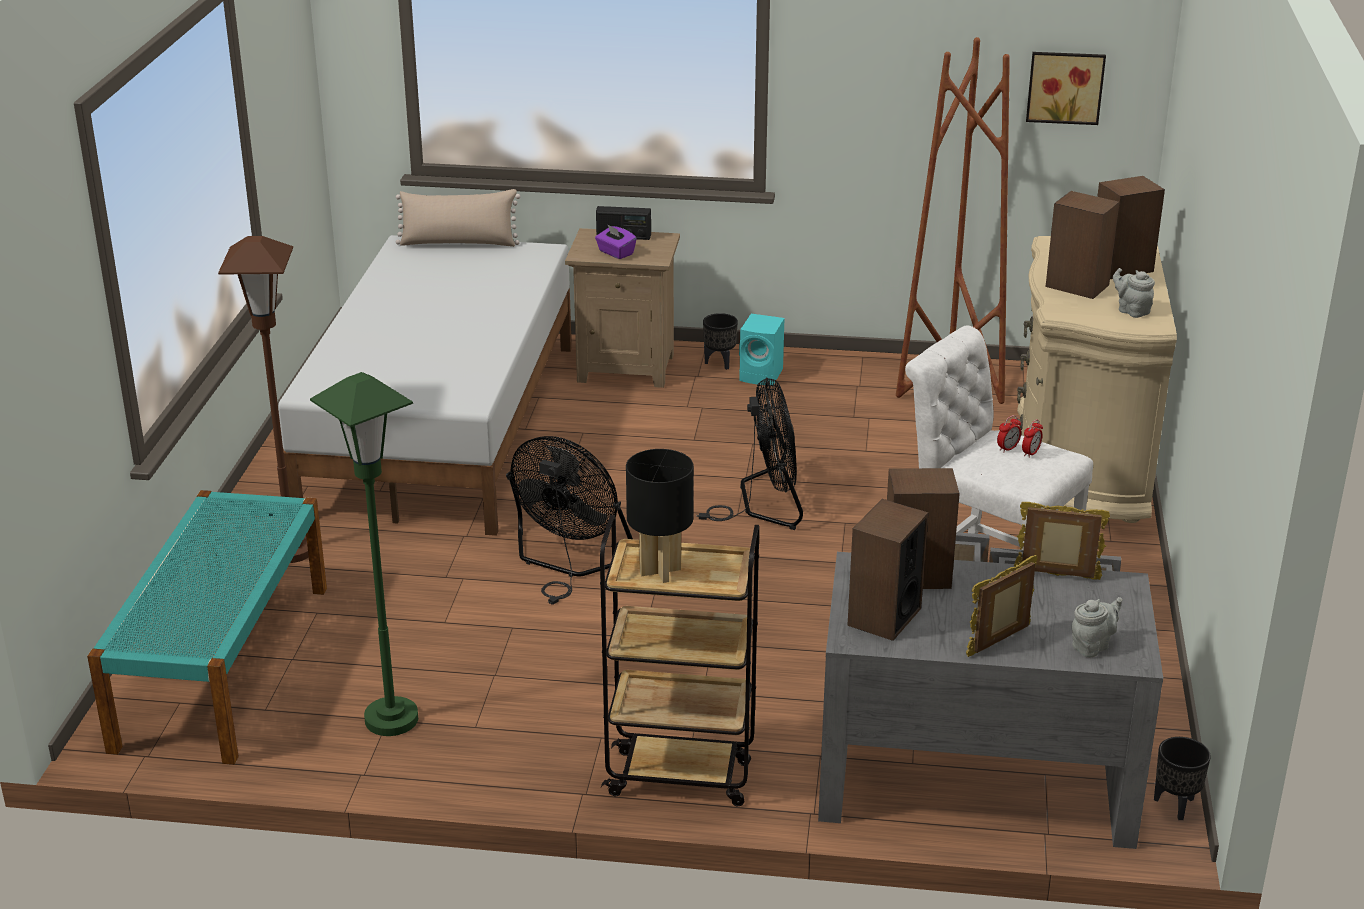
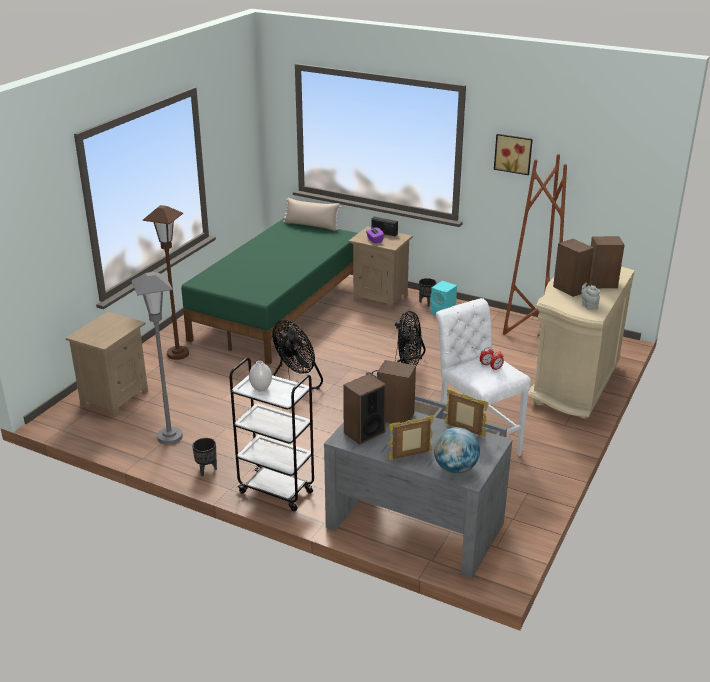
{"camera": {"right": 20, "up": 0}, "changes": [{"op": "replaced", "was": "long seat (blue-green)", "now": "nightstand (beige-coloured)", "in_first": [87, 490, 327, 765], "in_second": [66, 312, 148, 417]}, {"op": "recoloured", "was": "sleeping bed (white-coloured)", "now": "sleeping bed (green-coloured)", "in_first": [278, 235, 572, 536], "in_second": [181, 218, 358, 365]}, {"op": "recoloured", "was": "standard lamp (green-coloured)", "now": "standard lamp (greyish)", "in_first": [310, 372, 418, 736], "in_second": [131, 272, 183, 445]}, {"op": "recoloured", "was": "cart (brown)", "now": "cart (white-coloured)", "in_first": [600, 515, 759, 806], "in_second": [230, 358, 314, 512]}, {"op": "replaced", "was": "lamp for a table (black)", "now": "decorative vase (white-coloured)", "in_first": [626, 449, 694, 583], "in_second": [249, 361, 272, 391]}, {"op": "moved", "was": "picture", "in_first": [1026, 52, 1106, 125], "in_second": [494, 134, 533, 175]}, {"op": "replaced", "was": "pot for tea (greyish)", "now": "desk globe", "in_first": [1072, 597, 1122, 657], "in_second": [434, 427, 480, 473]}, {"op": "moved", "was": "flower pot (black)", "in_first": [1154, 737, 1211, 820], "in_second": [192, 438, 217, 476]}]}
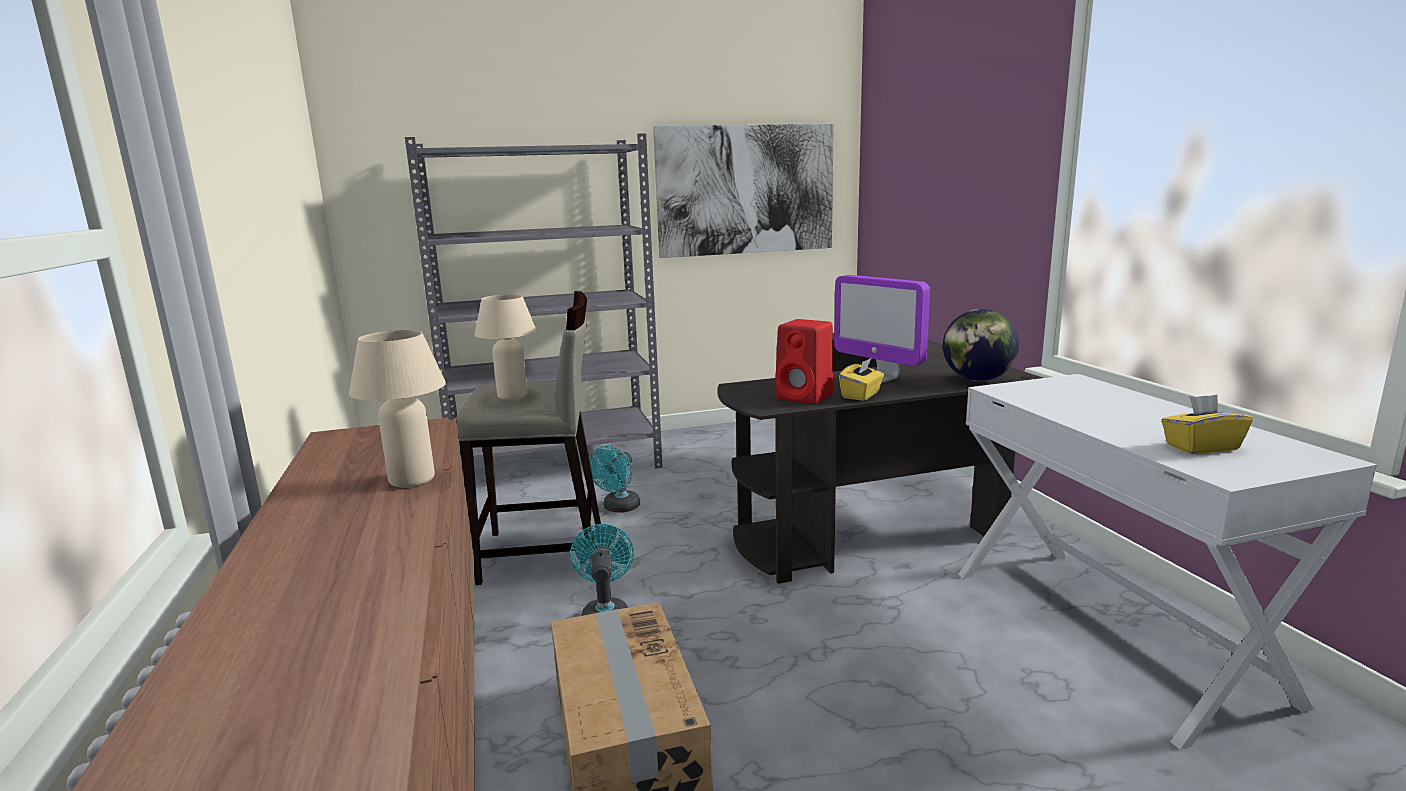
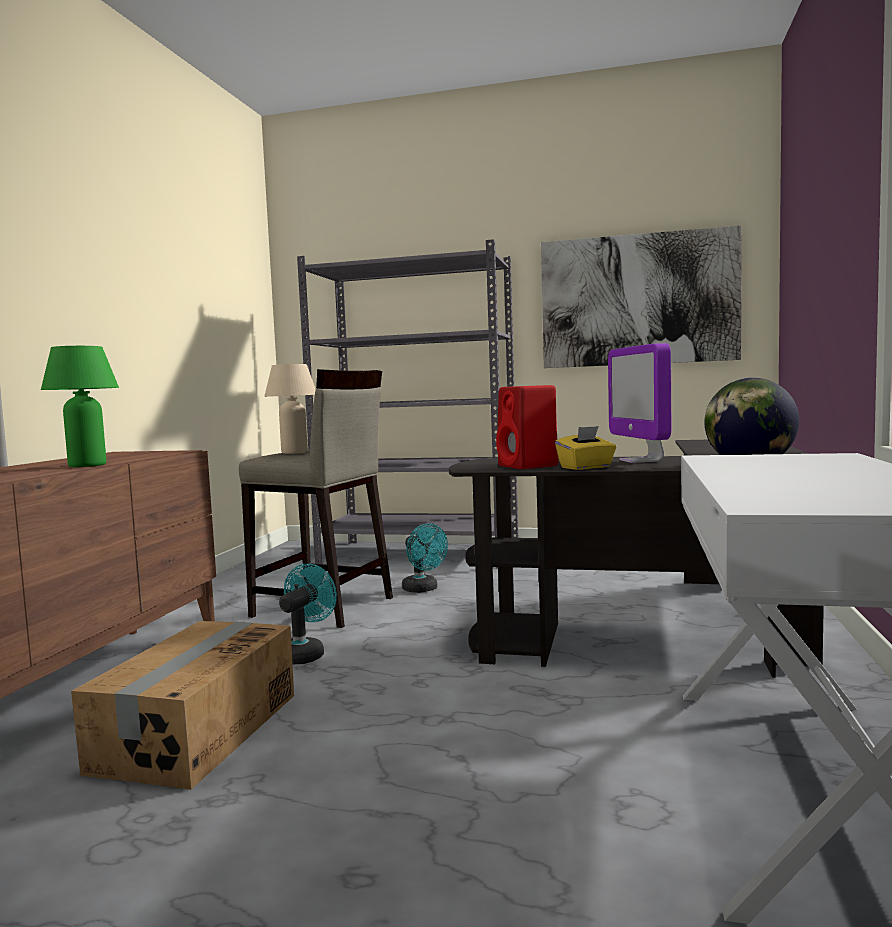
{"camera": {"right": 30, "up": -10}, "changes": [{"op": "recoloured", "was": "lamp for a table (beige-coloured)", "now": "lamp for a table (green-coloured)", "in_first": [349, 330, 446, 488], "in_second": [41, 346, 119, 467]}, {"op": "turned", "was": "fan (blue-green)", "in_first": [589, 446, 640, 513], "in_second": [402, 523, 448, 593], "clockwise": -90}, {"op": "removed", "was": "tissue box (yellow-coloured)", "in_first": [1161, 394, 1253, 454]}]}
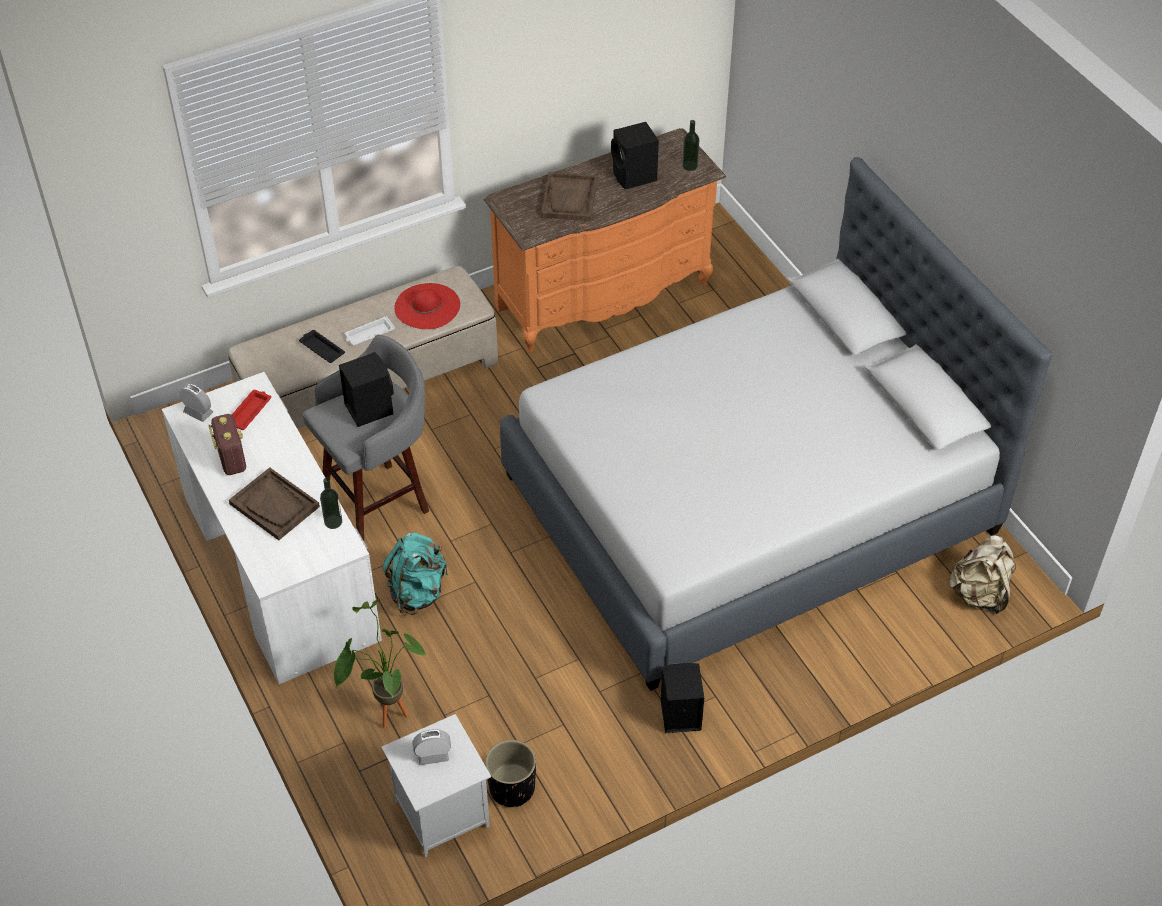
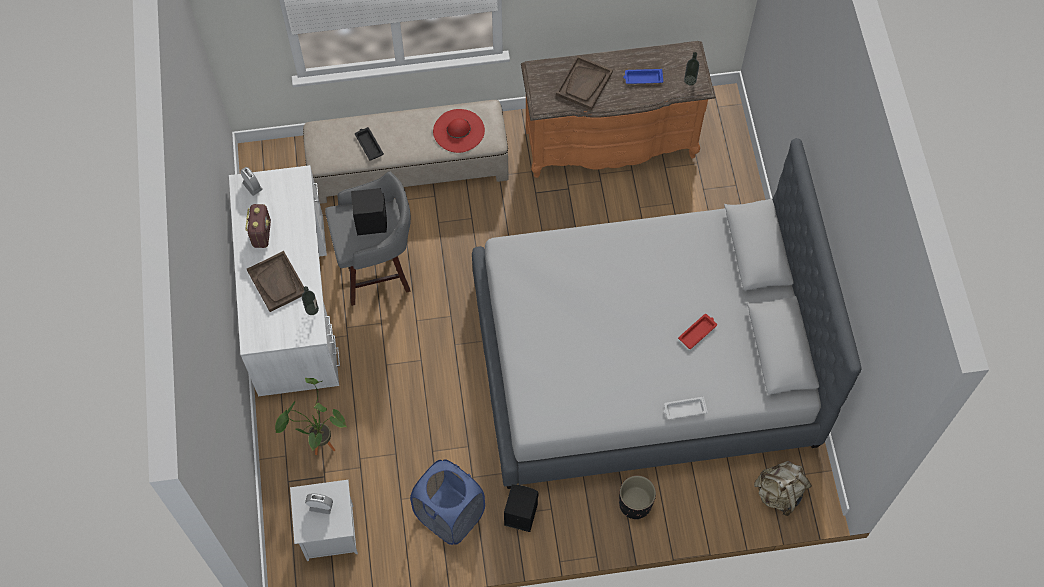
{"camera": {"right": 20, "up": 15}, "changes": [{"op": "moved", "was": "serving tray (red)", "in_first": [232, 390, 271, 430], "in_second": [678, 314, 717, 349]}, {"op": "moved", "was": "serving tray (white-coloured)", "in_first": [345, 316, 395, 345], "in_second": [664, 397, 708, 419]}, {"op": "removed", "was": "backpack (blue-green)", "in_first": [383, 533, 448, 615]}, {"op": "moved", "was": "flower pot (black)", "in_first": [485, 740, 536, 807], "in_second": [619, 475, 656, 520]}, {"op": "replaced", "was": "loudspeaker (black)", "now": "serving tray (blue-coloured)", "in_first": [611, 122, 659, 190], "in_second": [623, 69, 663, 84]}, {"op": "added", "now": "washing basket (blue-coloured)", "in_second": [410, 459, 485, 545]}]}
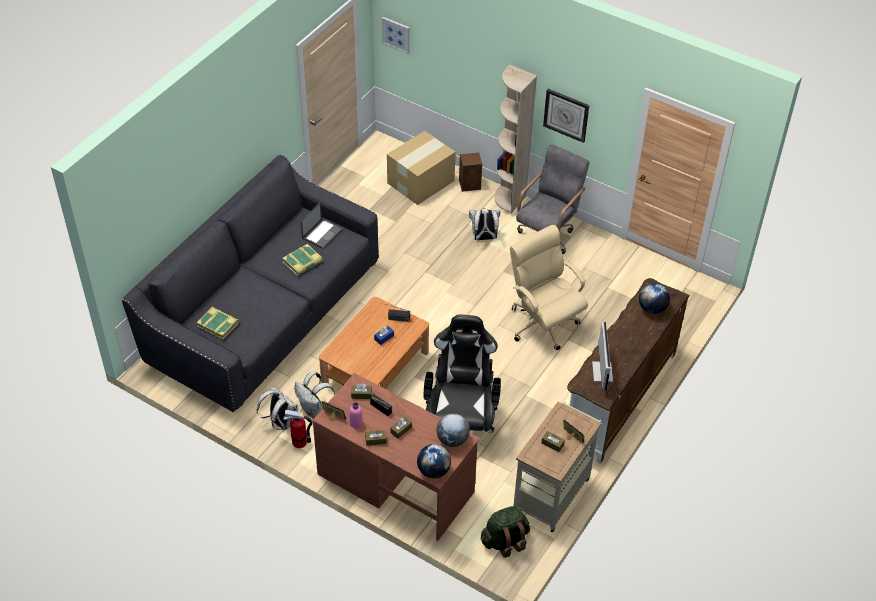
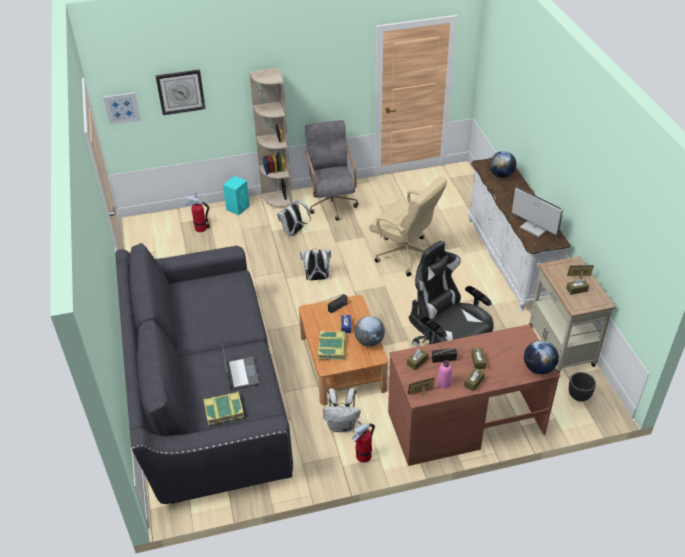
{"camera": {"right": -45, "up": -5}, "changes": [{"op": "moved", "was": "backpack (white-coloured)", "in_first": [257, 386, 298, 430], "in_second": [300, 248, 331, 281]}, {"op": "moved", "was": "volume", "in_first": [283, 244, 323, 276], "in_second": [318, 331, 347, 360]}, {"op": "moved", "was": "laptop", "in_first": [301, 202, 342, 249], "in_second": [222, 344, 260, 390]}, {"op": "replaced", "was": "packing box", "now": "extinguisher", "in_first": [387, 131, 455, 205], "in_second": [186, 193, 210, 232]}, {"op": "moved", "was": "desk globe", "in_first": [436, 413, 470, 447], "in_second": [354, 316, 385, 347]}, {"op": "recoloured", "was": "loudspeaker (brown)", "now": "loudspeaker (blue-green)", "in_first": [459, 153, 482, 192], "in_second": [223, 176, 250, 215]}, {"op": "replaced", "was": "backpack (green-coloured)", "now": "flower pot (black)", "in_first": [481, 506, 530, 558], "in_second": [569, 372, 596, 402]}, {"op": "turned", "was": "computer chair (beige-coloured)", "in_first": [510, 225, 588, 350], "in_second": [369, 177, 447, 276], "clockwise": -150}, {"op": "moved", "was": "clock on the wall", "in_first": [543, 89, 589, 143], "in_second": [155, 69, 206, 115]}]}
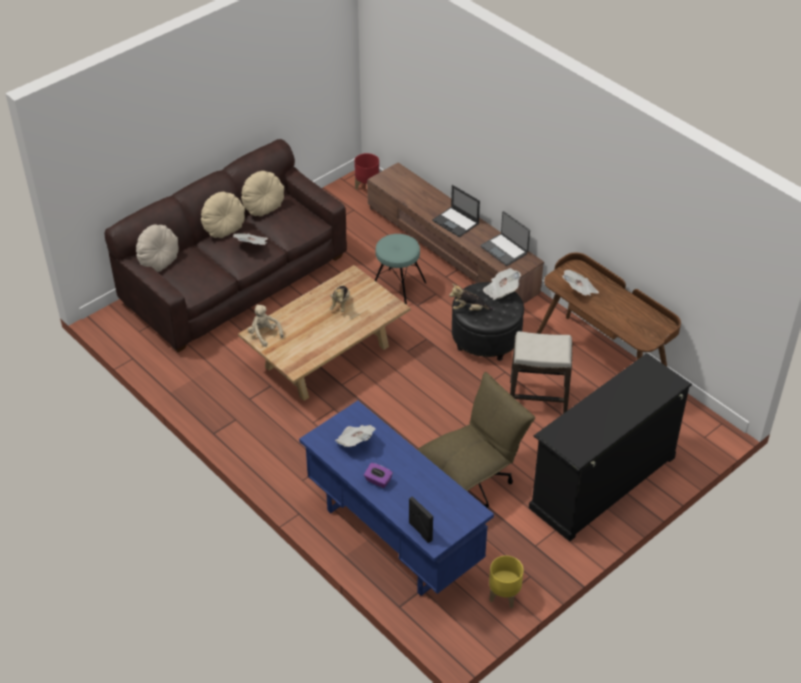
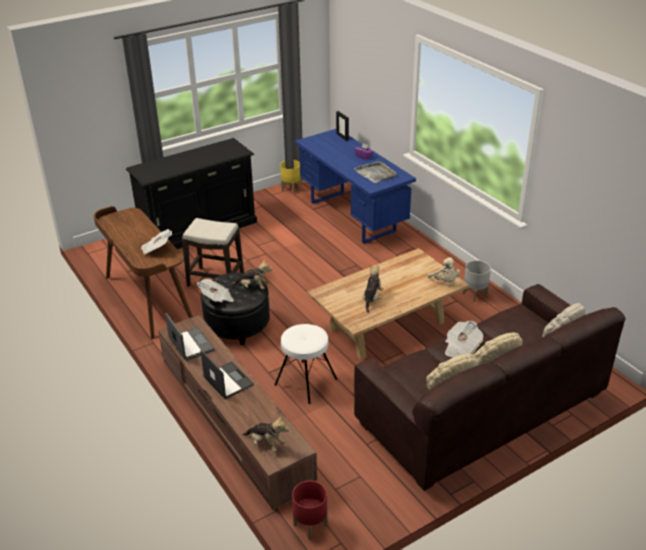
{"camera": {"right": -170, "up": -10}, "changes": [{"op": "replaced", "was": "newspaper", "now": "serving tray (greyish)", "in_first": [335, 425, 376, 447], "in_second": [354, 161, 397, 183]}, {"op": "recoloured", "was": "stool (blue-green)", "now": "stool (white-coloured)", "in_first": [375, 234, 426, 305], "in_second": [275, 324, 337, 404]}, {"op": "removed", "was": "computer chair (beige-coloured)", "in_first": [417, 372, 535, 508]}, {"op": "added", "now": "soft toy", "in_second": [242, 415, 289, 452]}, {"op": "added", "now": "flower pot (greyish)", "in_second": [463, 260, 491, 302]}]}
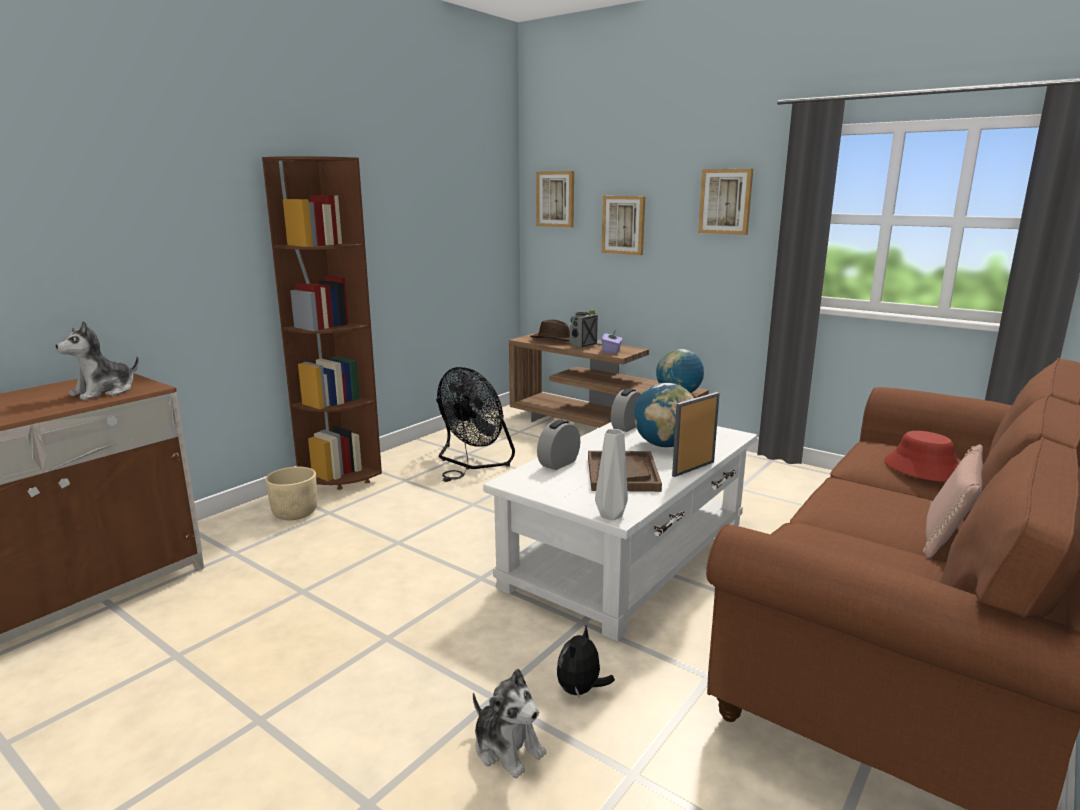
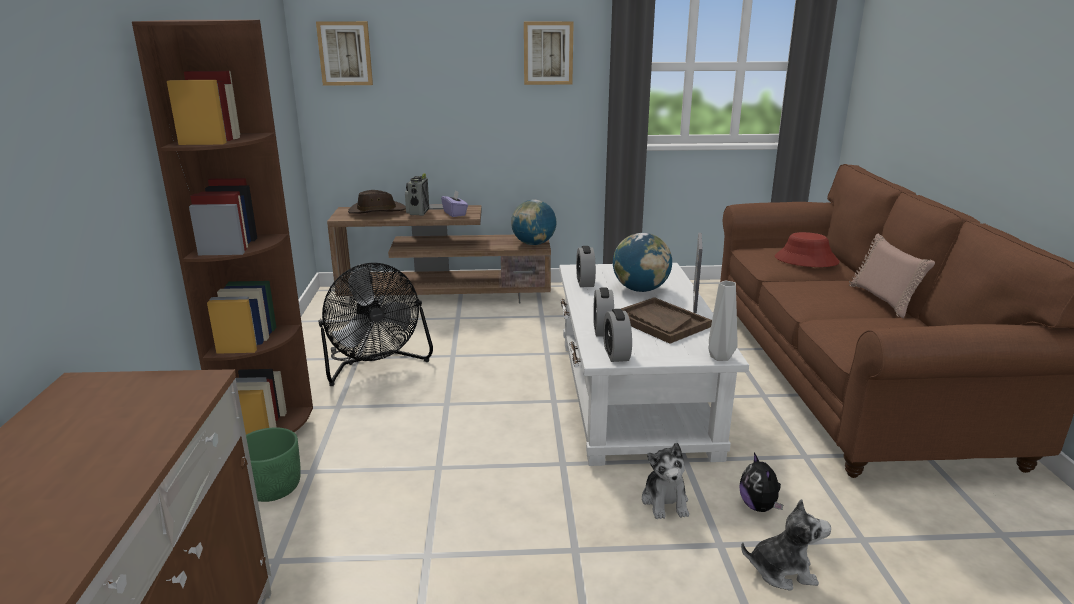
{"camera": {"right": -40, "up": 5}, "changes": [{"op": "moved", "was": "soft toy", "in_first": [56, 321, 139, 400], "in_second": [642, 443, 689, 519]}, {"op": "recoloured", "was": "flower pot (beige-coloured)", "now": "flower pot (green-coloured)", "in_first": [265, 467, 317, 520], "in_second": [246, 427, 301, 502]}, {"op": "turned", "was": "fan (black)", "in_first": [436, 367, 515, 482], "in_second": [318, 263, 433, 386], "clockwise": 150}, {"op": "removed", "was": "picture", "in_first": [601, 196, 645, 255]}, {"op": "added", "now": "bedside clock", "in_second": [603, 309, 632, 362]}]}
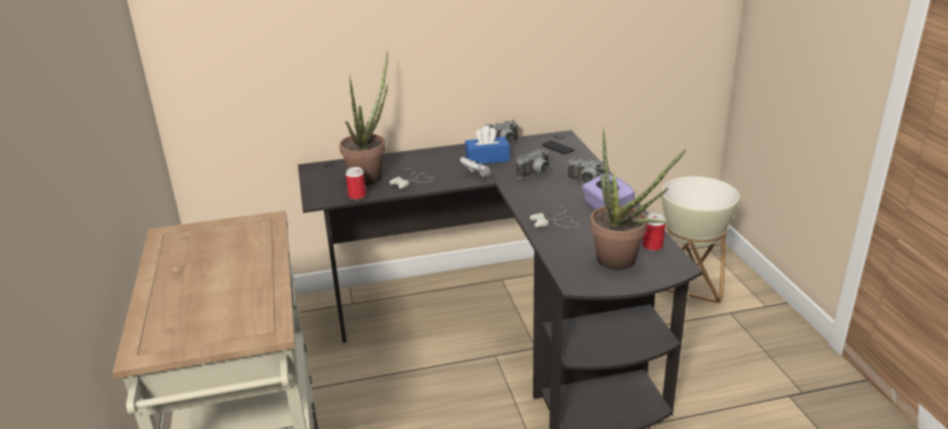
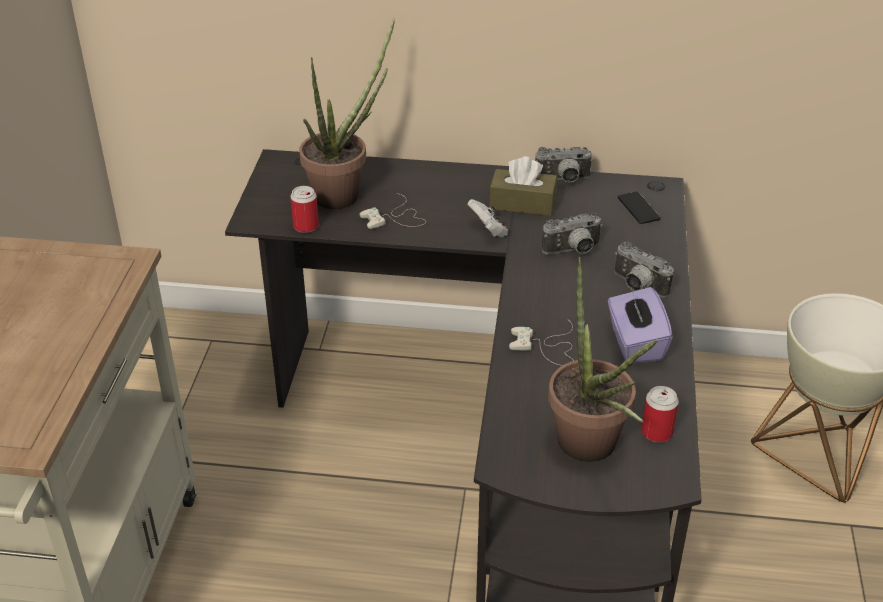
{"camera": {"right": 20, "up": 10}, "changes": [{"op": "recoloured", "was": "tissue box (blue-coloured)", "now": "tissue box (brown)", "in_first": [465, 126, 510, 164], "in_second": [489, 156, 557, 216]}]}
